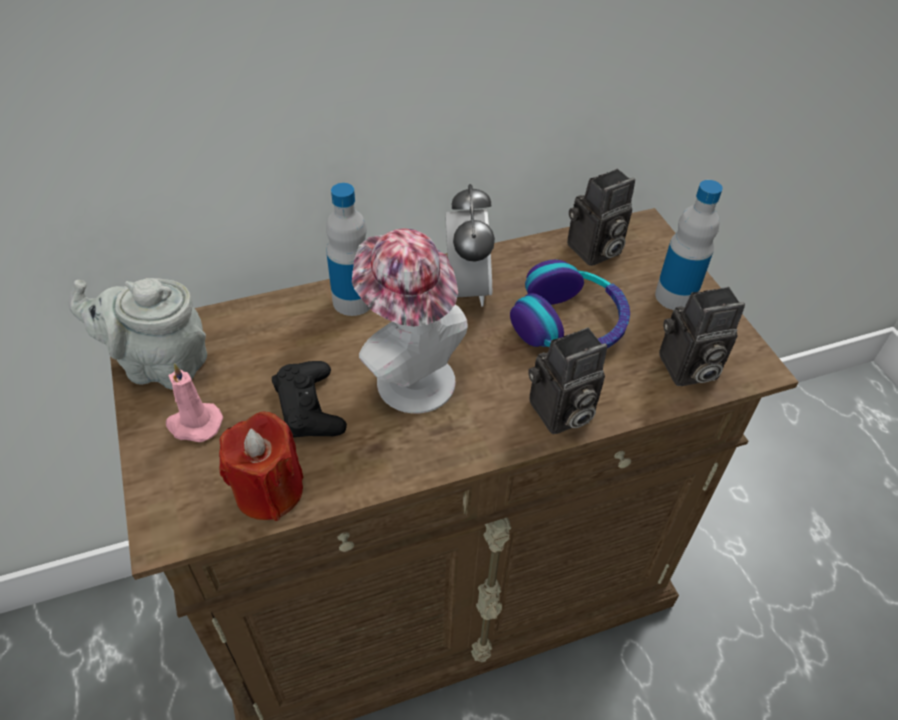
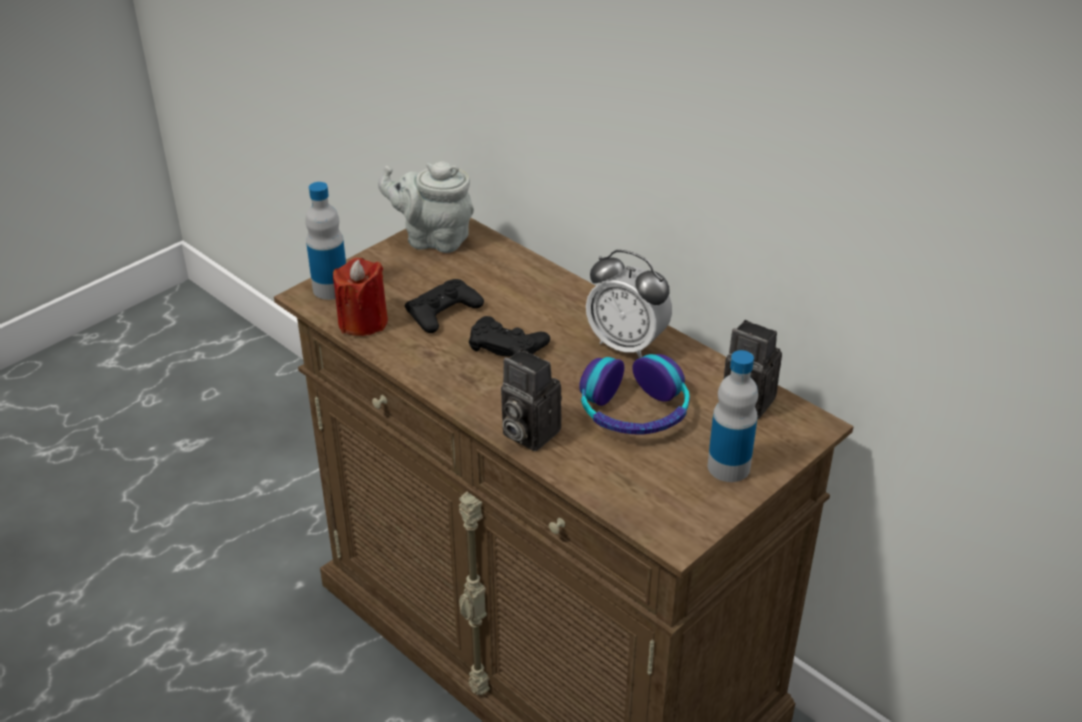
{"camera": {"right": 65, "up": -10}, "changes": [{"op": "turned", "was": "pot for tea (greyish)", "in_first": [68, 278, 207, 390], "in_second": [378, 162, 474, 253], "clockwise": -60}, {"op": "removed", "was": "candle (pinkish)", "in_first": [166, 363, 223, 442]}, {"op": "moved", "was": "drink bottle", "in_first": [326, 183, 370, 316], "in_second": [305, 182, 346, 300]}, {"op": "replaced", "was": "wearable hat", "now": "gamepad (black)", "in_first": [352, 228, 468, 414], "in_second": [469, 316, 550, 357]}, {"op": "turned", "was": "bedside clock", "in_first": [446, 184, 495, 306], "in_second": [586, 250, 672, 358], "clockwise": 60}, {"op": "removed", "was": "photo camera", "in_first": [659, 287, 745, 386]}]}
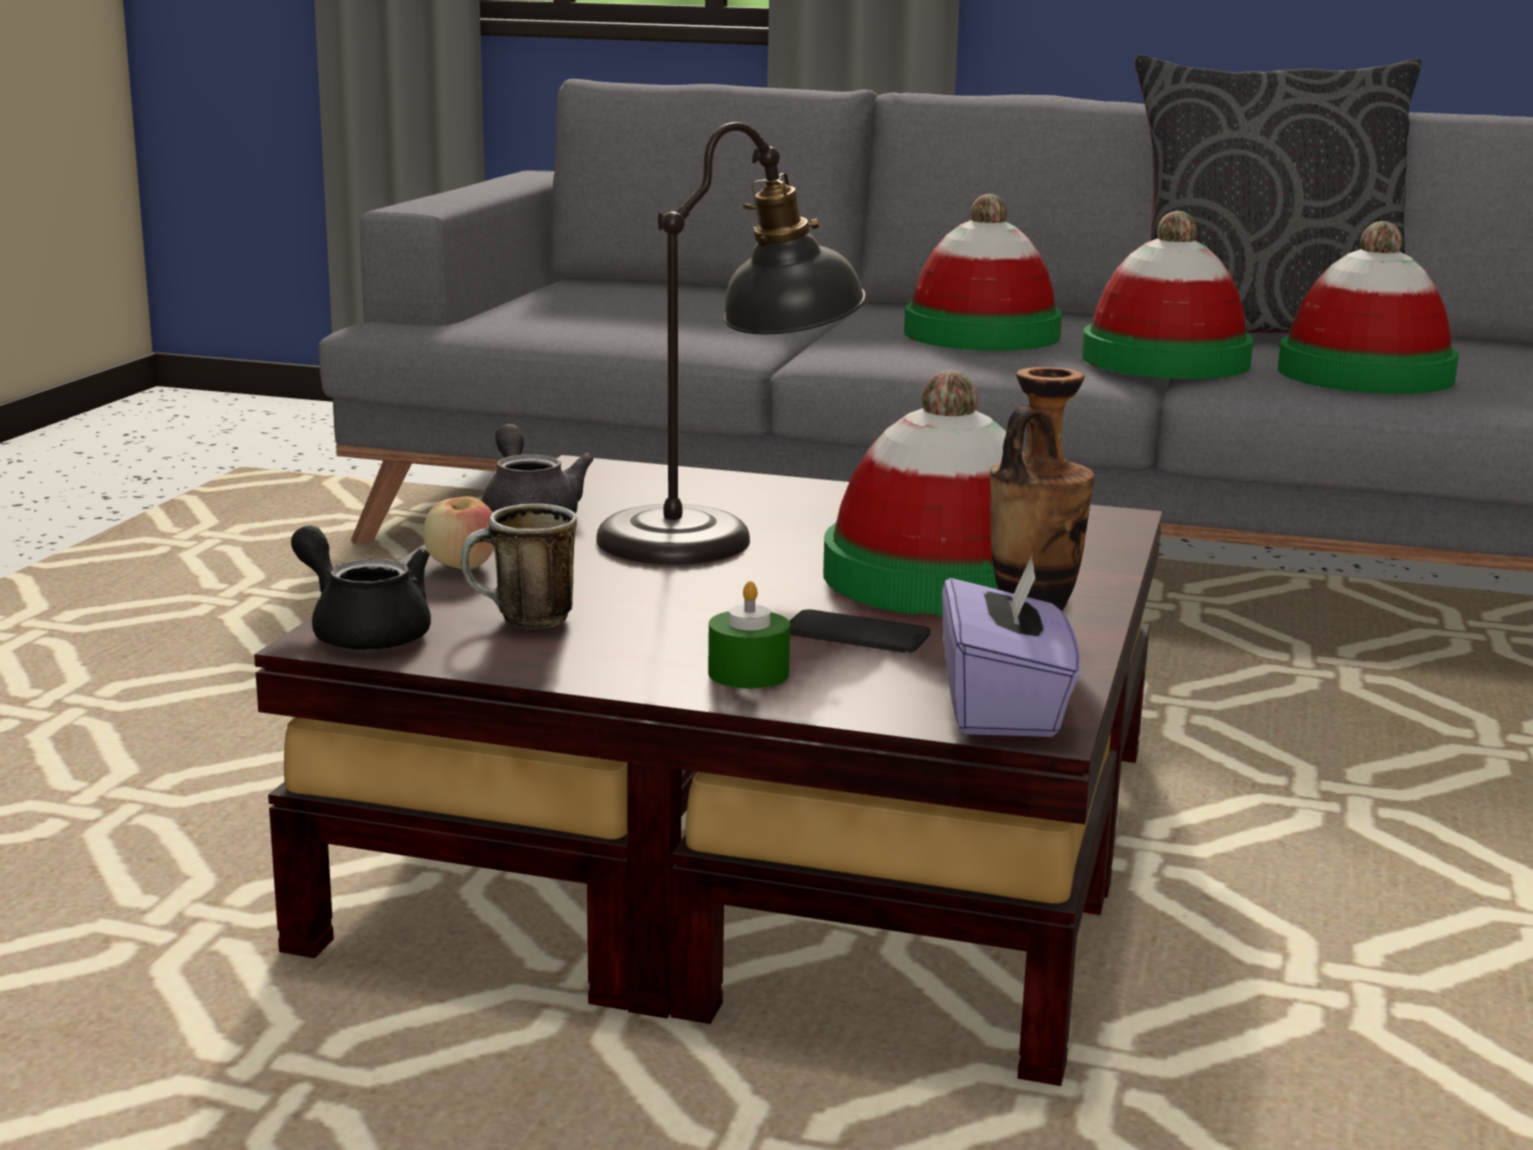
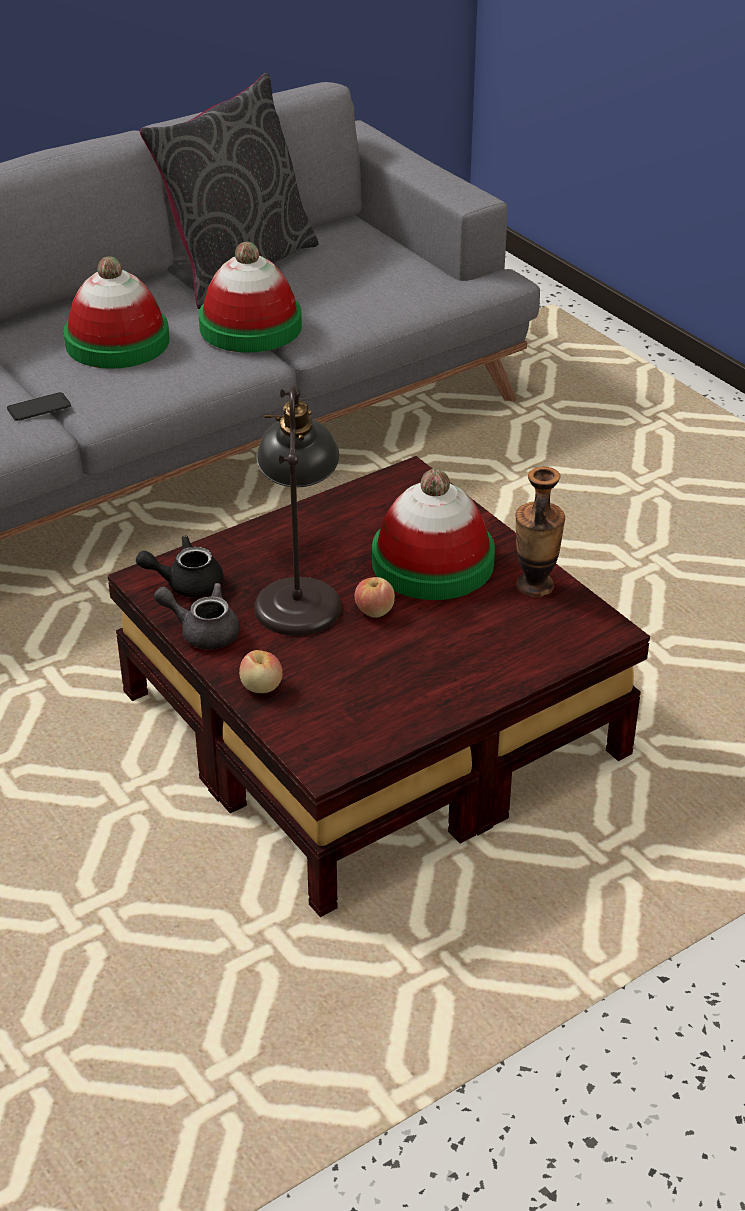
{"camera": {"right": -50, "up": 20}, "changes": [{"op": "moved", "was": "pot for tea (black)", "in_first": [291, 525, 431, 650], "in_second": [136, 535, 224, 597]}, {"op": "removed", "was": "mug", "in_first": [461, 503, 577, 628]}, {"op": "removed", "was": "candle (green-coloured)", "in_first": [708, 581, 790, 689]}, {"op": "moved", "was": "handset", "in_first": [790, 609, 930, 653], "in_second": [7, 392, 71, 421]}, {"op": "removed", "was": "tissue box (purple)", "in_first": [942, 554, 1080, 737]}, {"op": "removed", "was": "wearable hat", "in_first": [1278, 221, 1459, 394]}, {"op": "added", "now": "whole apple", "in_second": [355, 577, 395, 618]}]}
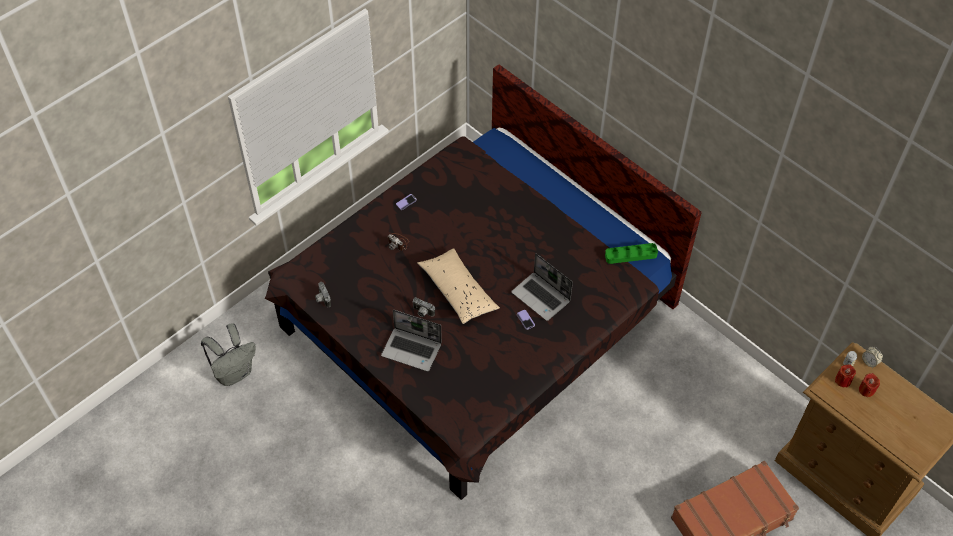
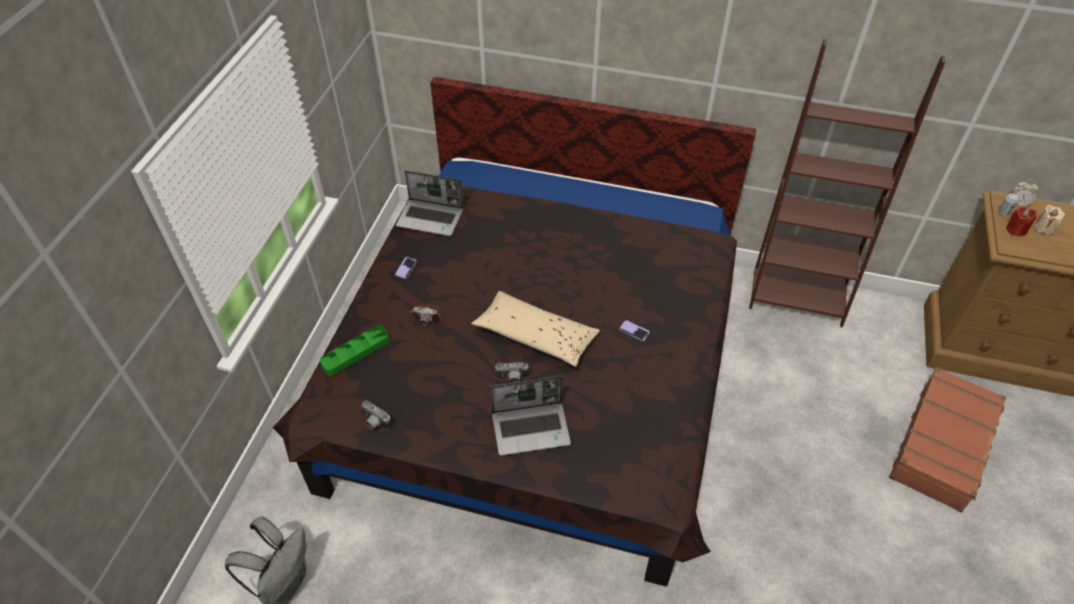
{"camera": {"right": -30, "up": -5}, "changes": [{"op": "moved", "was": "laptop", "in_first": [511, 253, 573, 321], "in_second": [396, 170, 463, 236]}, {"op": "moved", "was": "serving tray (green-coloured)", "in_first": [605, 243, 658, 264], "in_second": [320, 325, 390, 376]}, {"op": "recoloured", "was": "candle (red)", "now": "candle (beige-coloured)", "in_first": [859, 373, 880, 397], "in_second": [1034, 205, 1065, 235]}, {"op": "added", "now": "shelving unit (brown)", "in_second": [749, 39, 945, 328]}]}
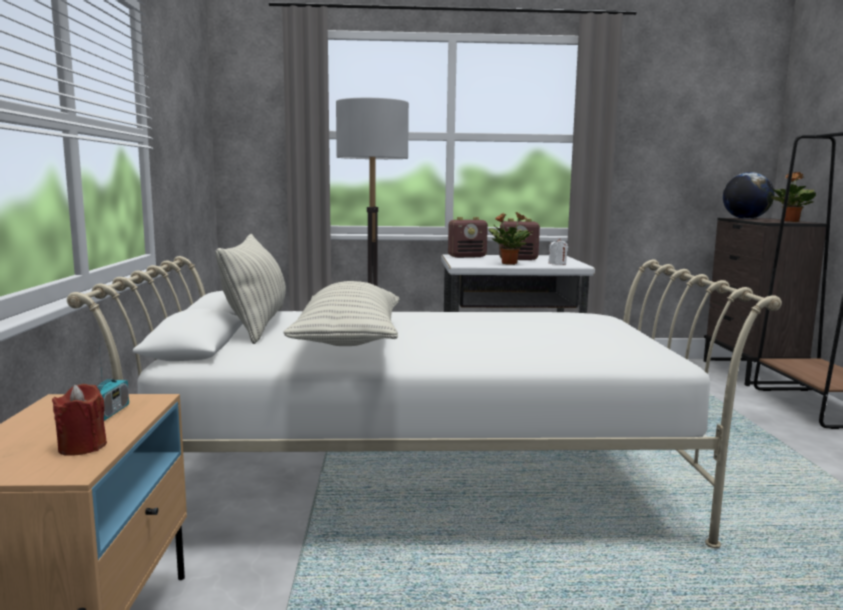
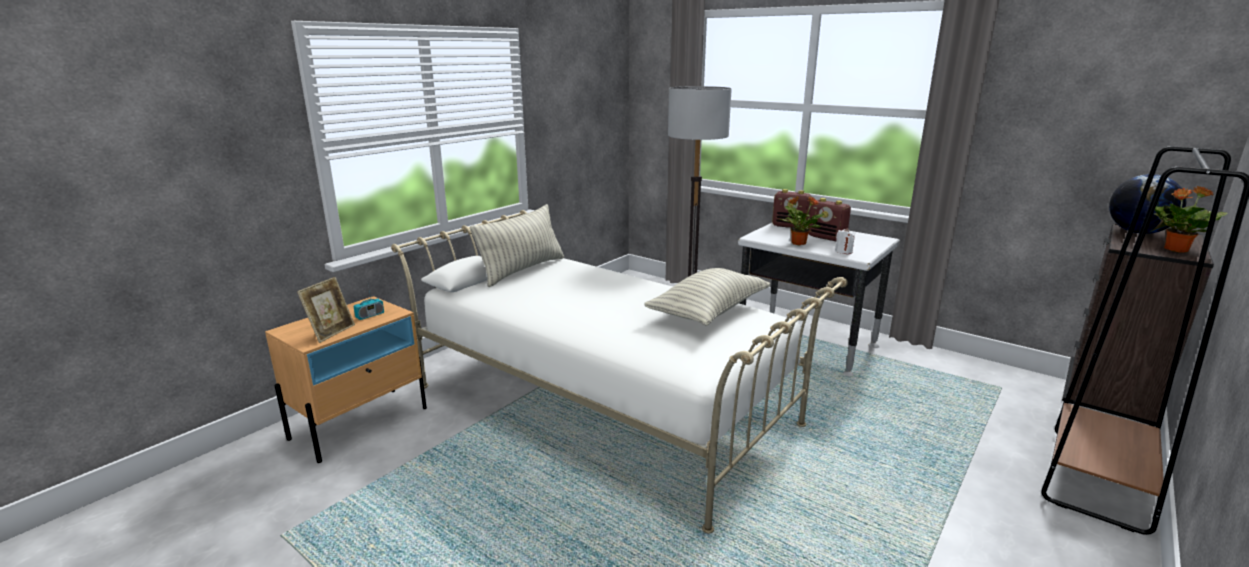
{"camera": {"right": 40, "up": 10}, "changes": [{"op": "replaced", "was": "candle (red)", "now": "photo frame", "in_first": [52, 384, 107, 456], "in_second": [297, 277, 355, 343]}, {"op": "moved", "was": "throw pillow", "in_first": [283, 281, 399, 346], "in_second": [644, 268, 770, 326]}]}
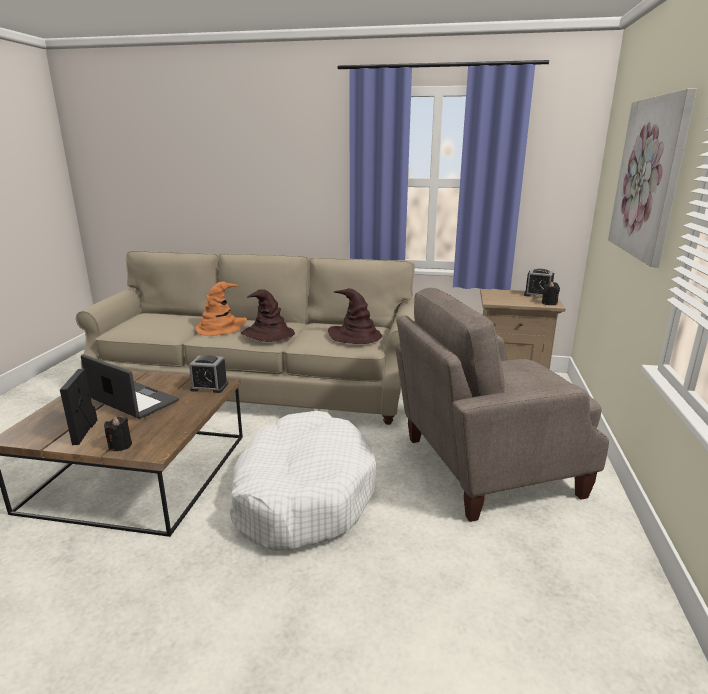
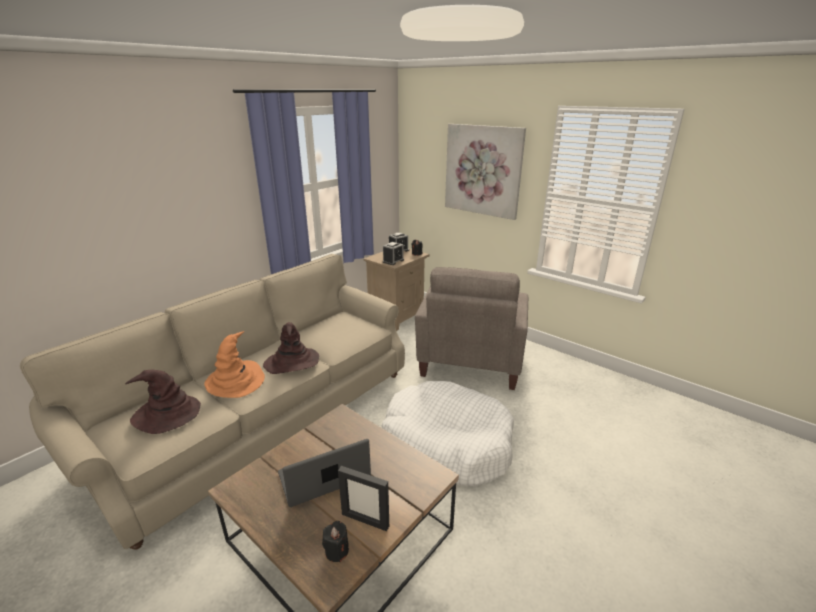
{"camera": {"right": -60, "up": 5}, "changes": [{"op": "moved", "was": "candle (black)", "in_first": [104, 417, 132, 451], "in_second": [322, 521, 349, 562]}, {"op": "moved", "was": "bedside clock", "in_first": [189, 355, 228, 393], "in_second": [383, 242, 404, 265]}, {"op": "moved", "was": "wearable hat (brown)", "in_first": [328, 288, 382, 344], "in_second": [125, 370, 201, 434]}]}
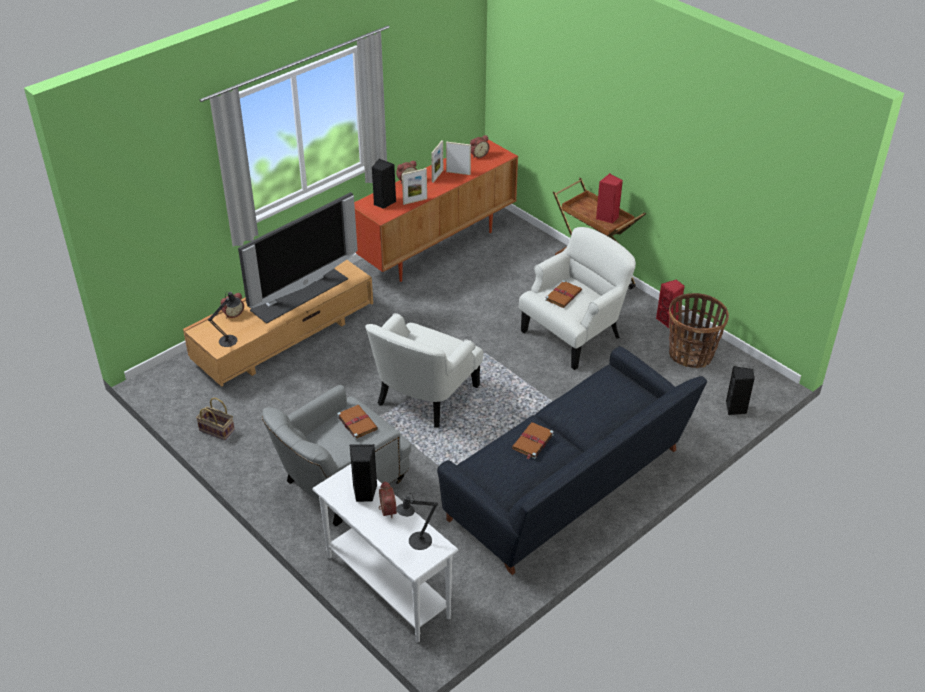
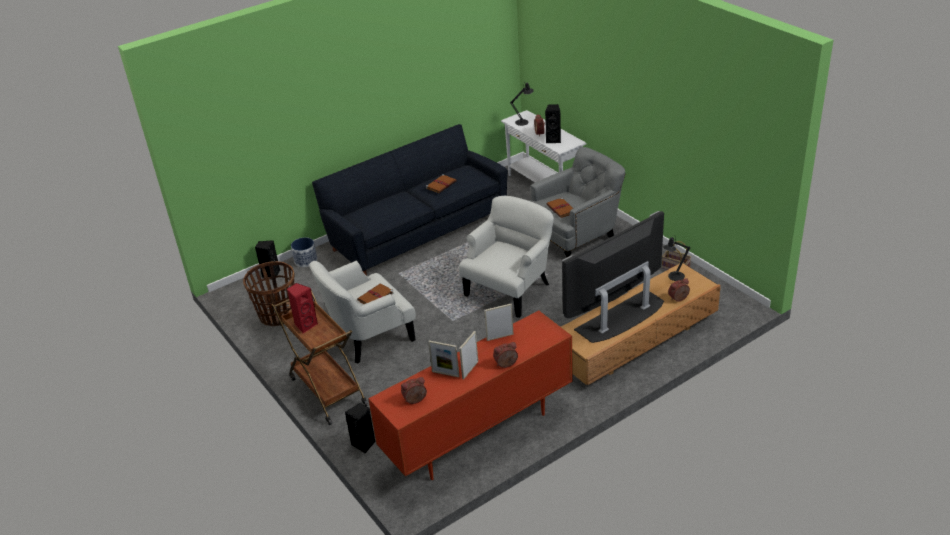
{"camera": {"right": -170, "up": -5}, "changes": [{"op": "moved", "was": "loudspeaker (black)", "in_first": [372, 159, 396, 209], "in_second": [345, 403, 376, 453]}, {"op": "removed", "was": "loudspeaker (red)", "in_first": [656, 280, 684, 328]}, {"op": "added", "now": "flower pot", "in_second": [291, 237, 317, 267]}]}
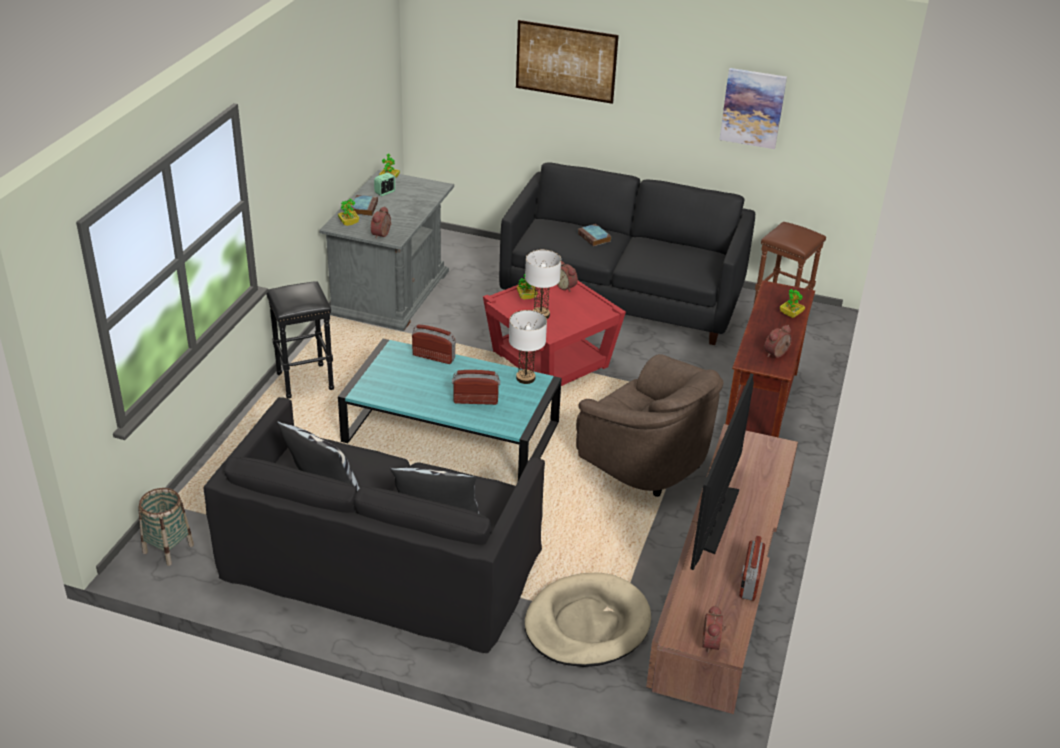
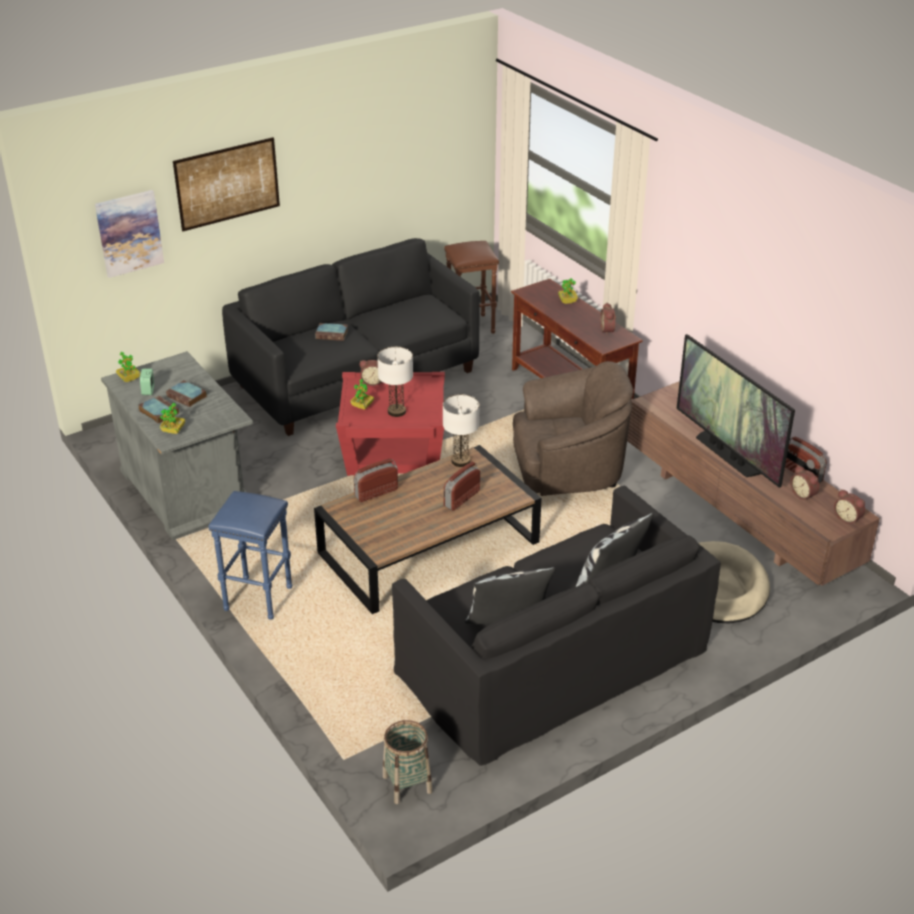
{"camera": {"right": -50, "up": 0}, "changes": [{"op": "recoloured", "was": "stool (black)", "now": "stool (blue-coloured)", "in_first": [266, 282, 334, 399], "in_second": [209, 491, 292, 620]}, {"op": "recoloured", "was": "lounge table (blue-green)", "now": "lounge table (brown)", "in_first": [338, 339, 562, 480], "in_second": [314, 445, 542, 614]}, {"op": "moved", "was": "bedside clock", "in_first": [371, 206, 391, 238], "in_second": [790, 465, 819, 502]}, {"op": "moved", "was": "picture", "in_first": [719, 68, 787, 149], "in_second": [95, 190, 164, 278]}, {"op": "added", "now": "volume", "in_second": [166, 380, 207, 407]}]}
